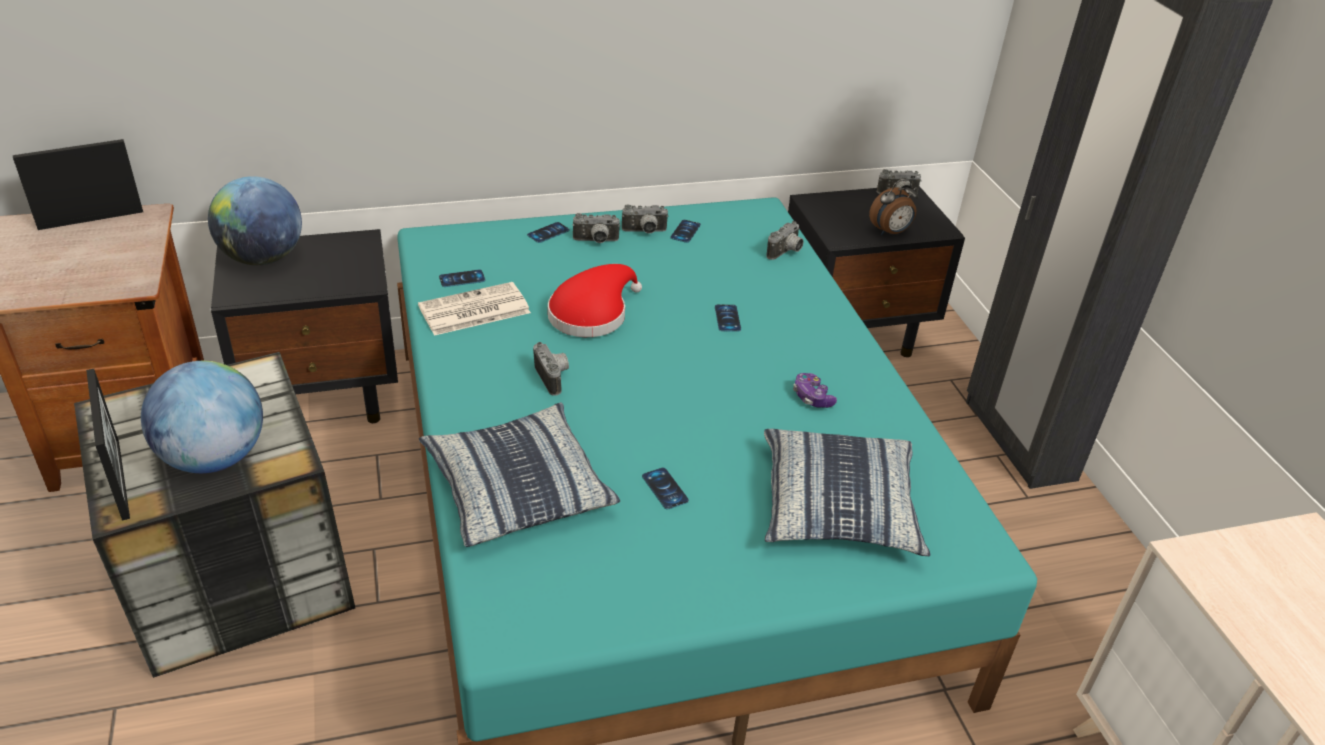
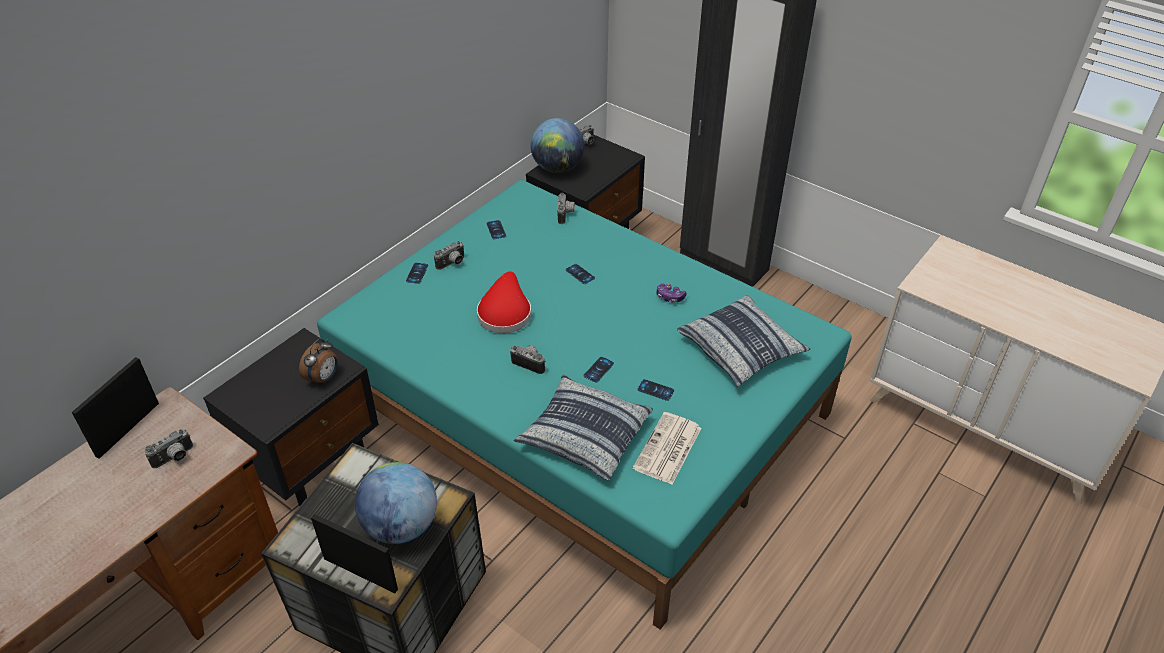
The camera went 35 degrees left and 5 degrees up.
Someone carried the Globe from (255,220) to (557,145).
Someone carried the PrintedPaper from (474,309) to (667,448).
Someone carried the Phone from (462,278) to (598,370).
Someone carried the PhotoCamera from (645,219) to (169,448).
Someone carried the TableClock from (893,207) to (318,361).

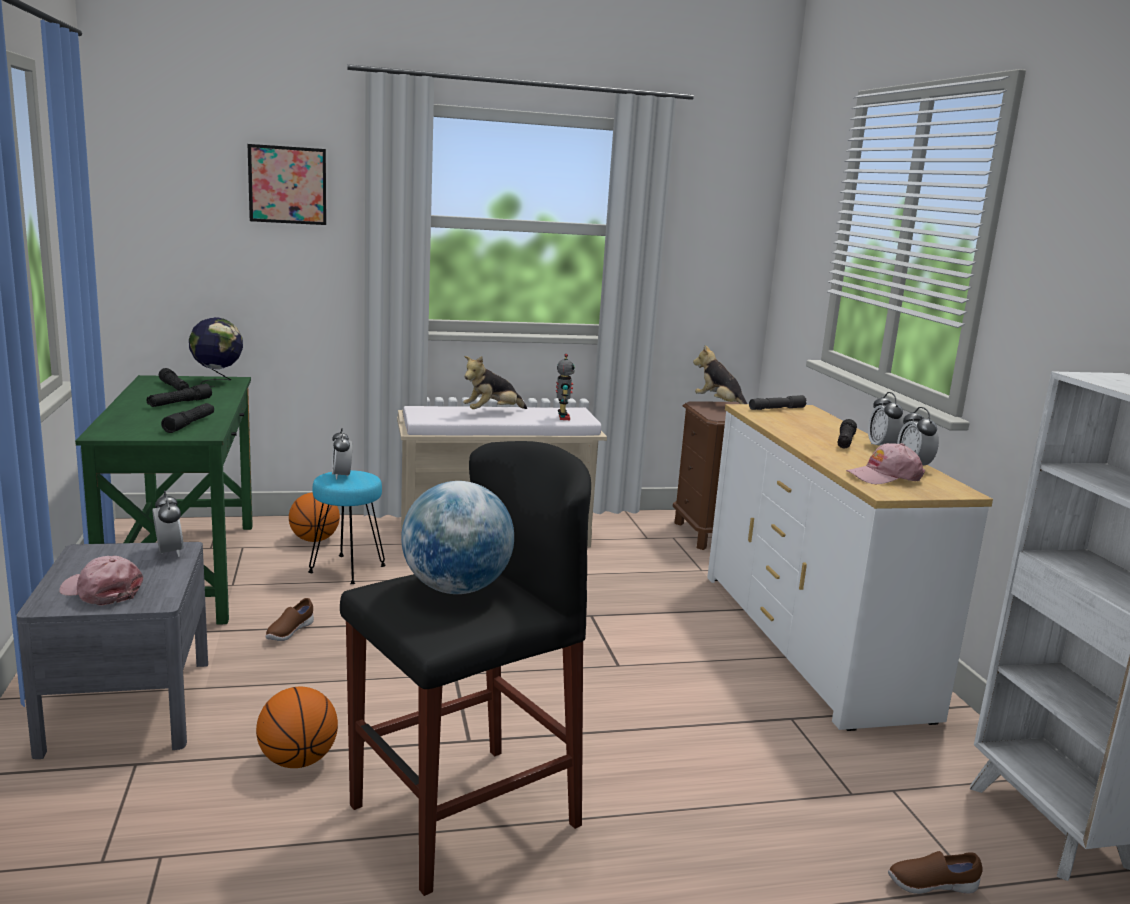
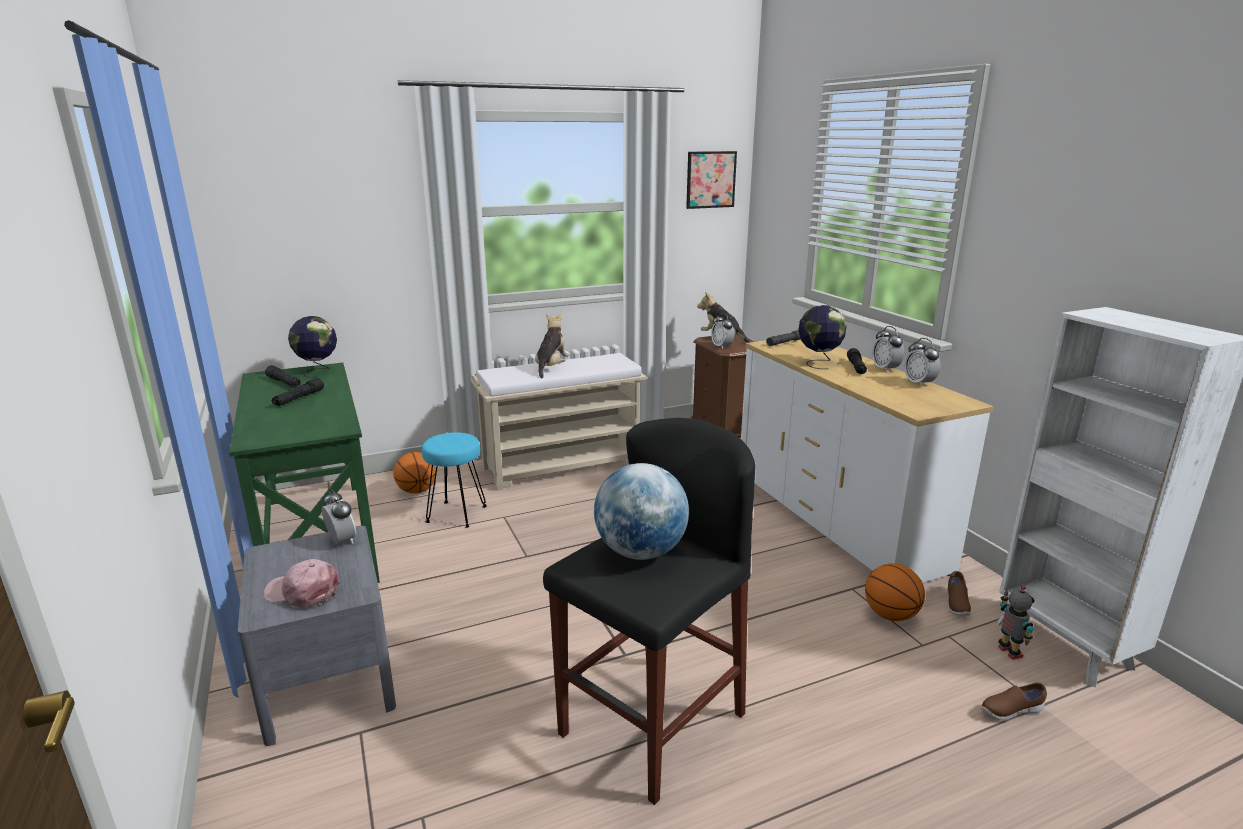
The camera went 10 degrees left and 5 degrees up.
Someone took away the BlackTorch at (187,418).
Someone carried the WallArt from (287,184) to (711,180).
Someone carried the Basketball from (297,727) to (895,592).
Someone carried the BrownLowShoe from (289,619) to (959,593).
Someone carried the TableClock from (342,454) to (722,331).
Someone rotated the PlushToy at (495,382) by 150 degrees clockwise.
Someone carried the ModelRobot from (565,387) to (1016,622).
Someone took away the PinkishCap at (885,464).
Someone put down the Globe at (822,337).

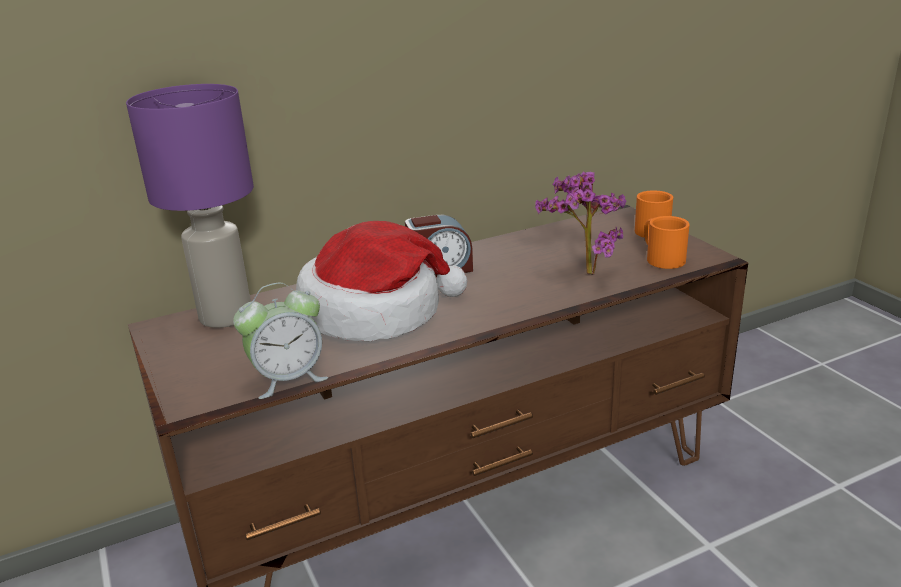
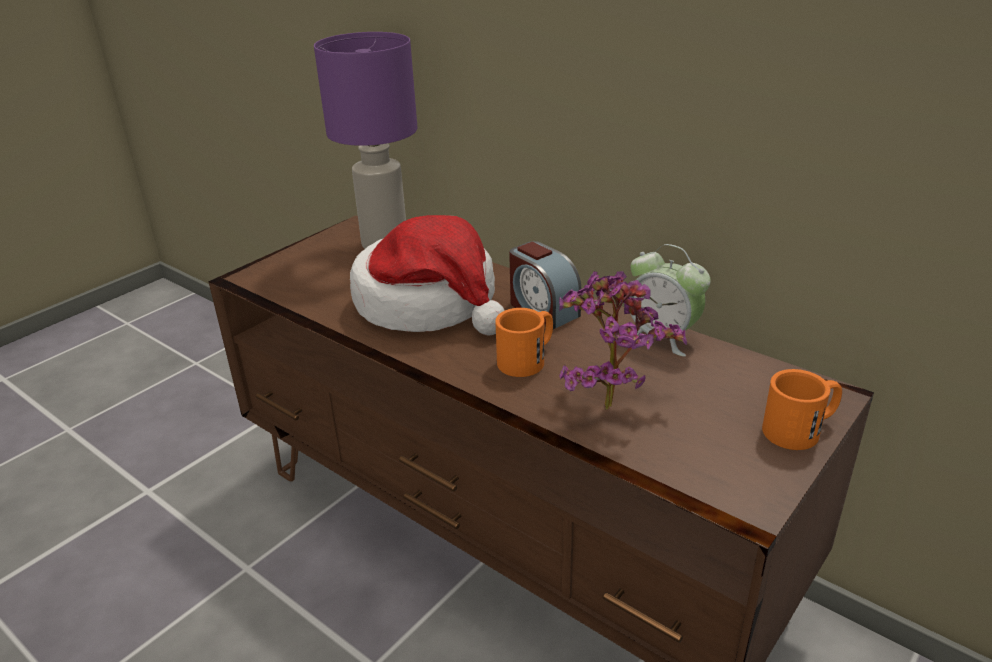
The camera went 65 degrees right and 5 degrees up.
Someone carried the TableClock from (280,340) to (670,300).
Someone carried the OrangeColouredTeaMug from (667,242) to (524,342).

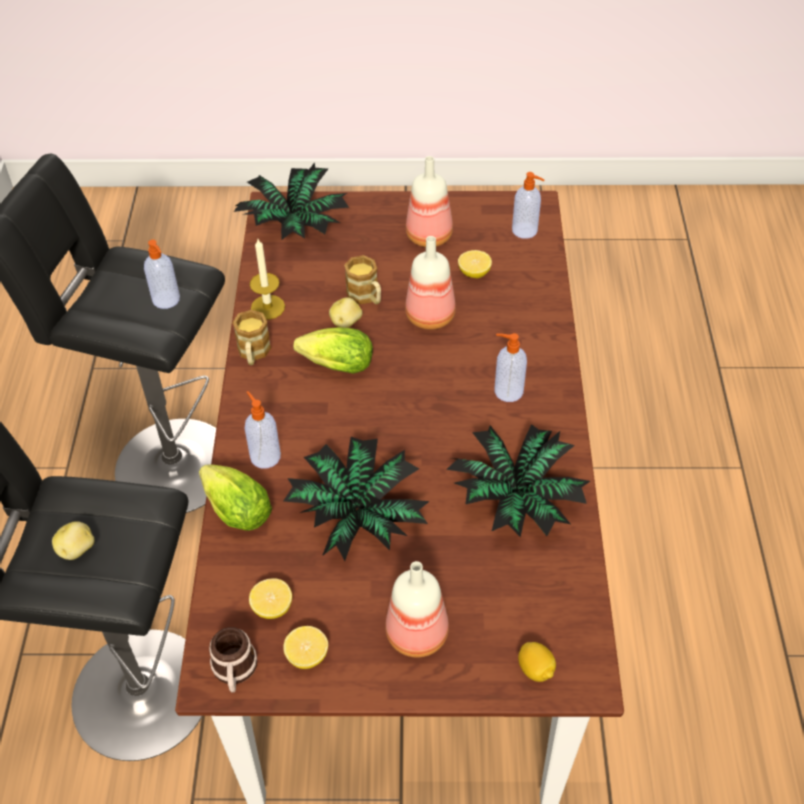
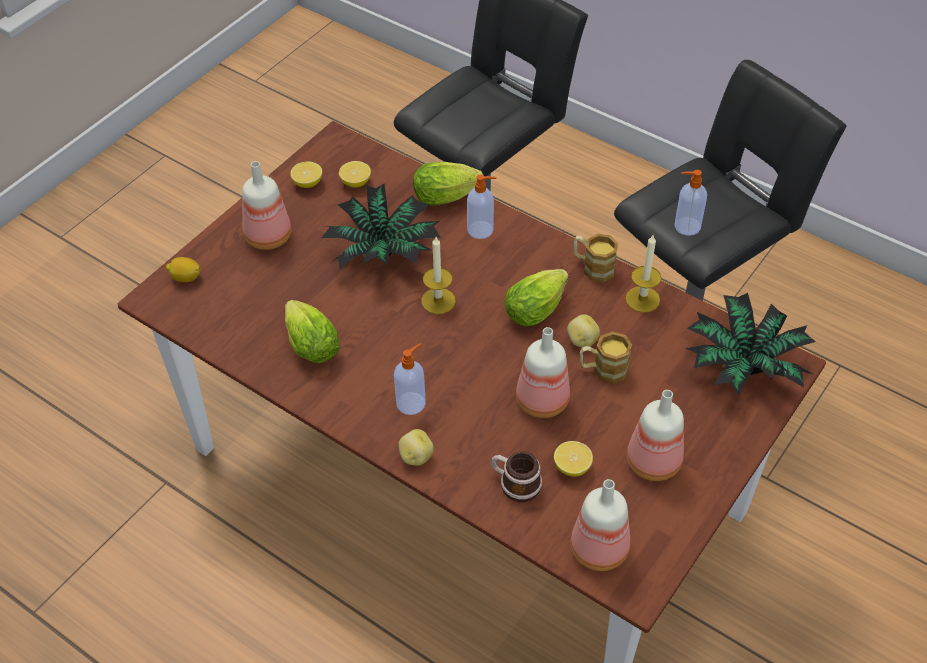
The camera went 125 degrees right and 0 degrees up.
Someone carried the Spud from (73,540) to (416,447).
Someone carried the TeaMug from (233,660) to (516,476).
Someone swapped the PottedPlant at (518,480) for the HeadOfLettuce at (312,331).
Someone swapped the SoapBottle at (528,205) for the DrinkBottle at (600,525).
Someone put down the Candle at (438,275).

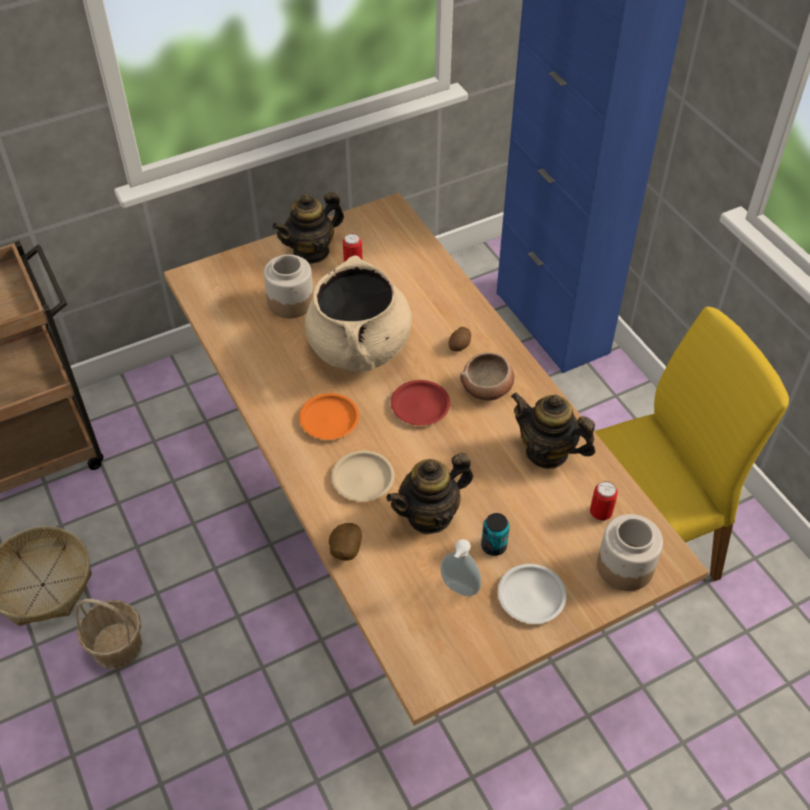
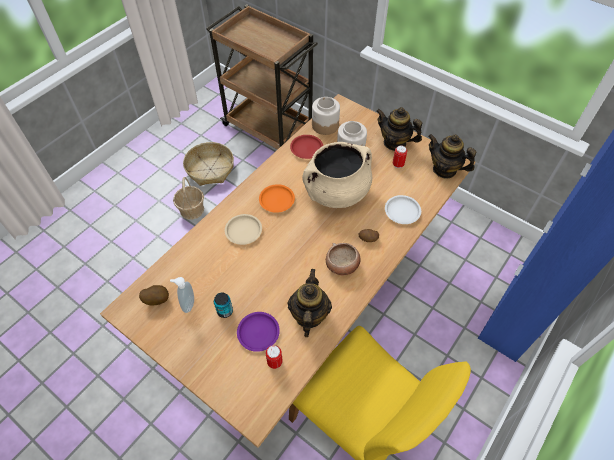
The camera went 65 degrees right and 5 degrees up.
Someone carried the Spud from (345,542) to (154,295).
Someone carried the PotForTea from (429,494) to (452,156).
Someone carried the RedColouredFlatDish from (420,403) to (306,147).
Someone carried the WhiteColouredFlatDish from (532,594) to (403,209).
Someone carried the Jar from (630,552) to (326,116).
Someone put down the PurpleColouredFlatDish at (258,332).

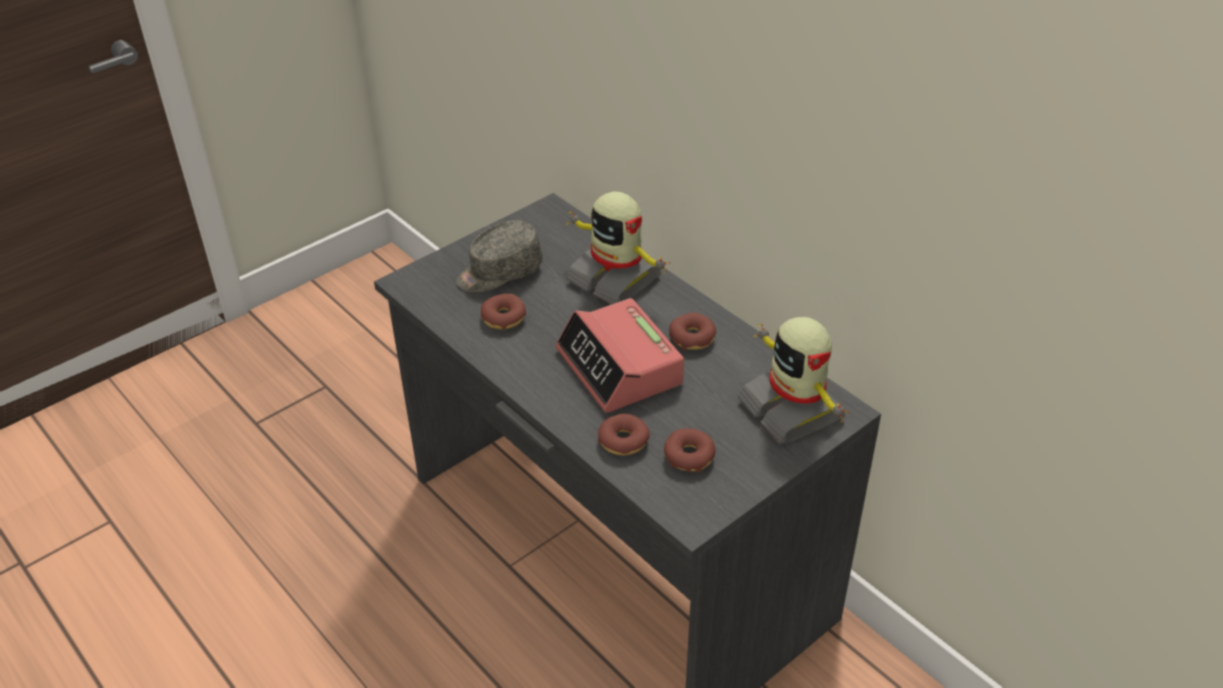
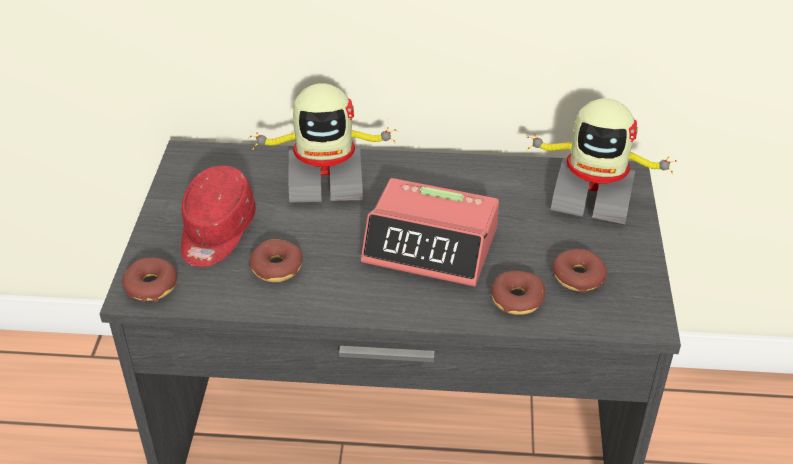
The camera went 45 degrees left and 0 degrees up.
Someone repainted the GreyishCap at (499,256), which became the RedColouredCap at (218,216).
Someone carried the Donut from (692,332) to (149,279).

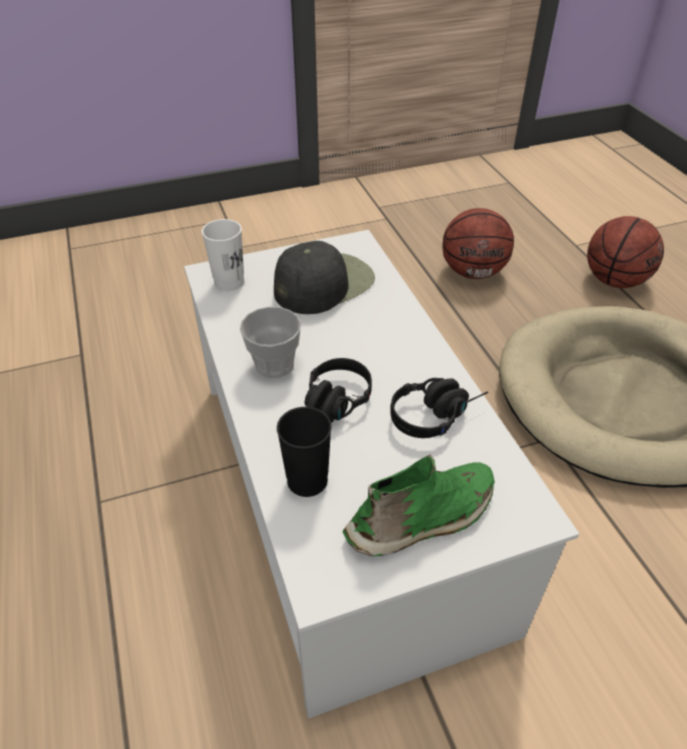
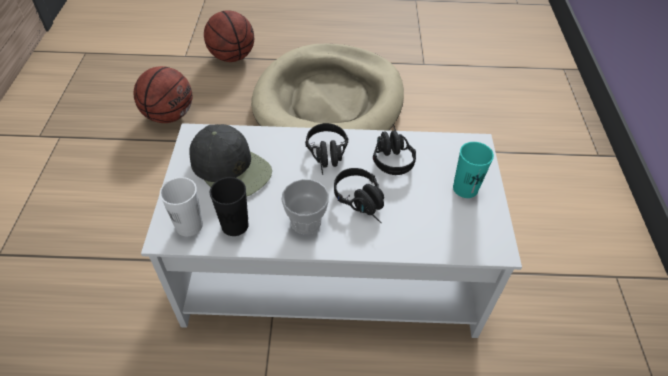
The camera went 70 degrees left and 5 degrees up.
Someone rotated the BlackCap at (324,277) by 150 degrees clockwise.
Someone carried the BlackCup from (304,452) to (229,206).
Someone swapped the GreenColouredLowShoe at (419,505) for the TurquoiseColouredCup at (473,170).
Someone put down the BlackHeadset at (326,149).

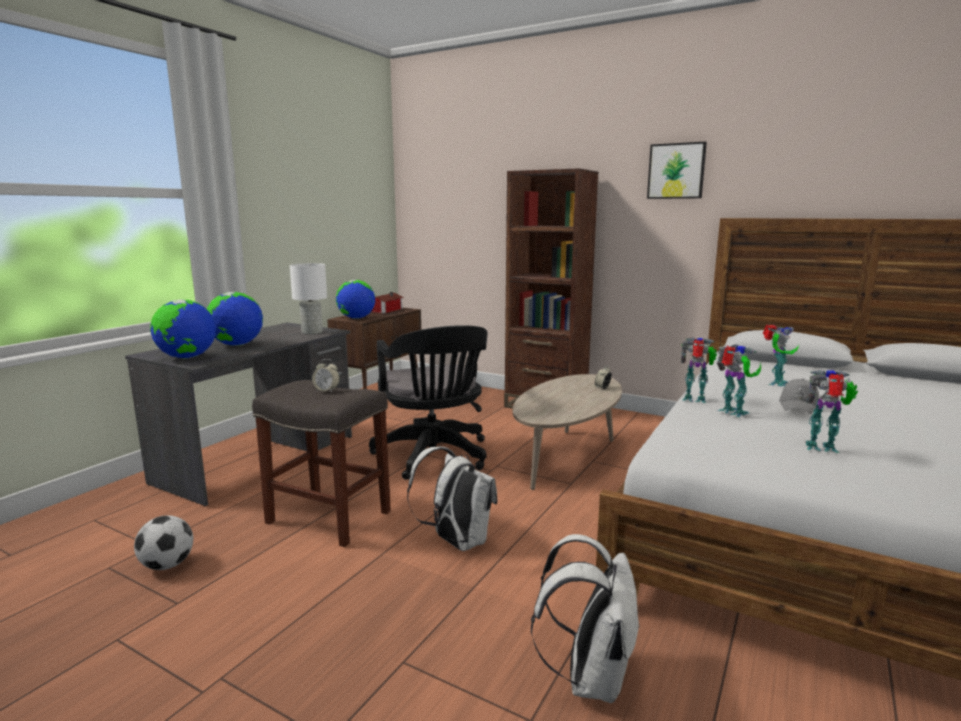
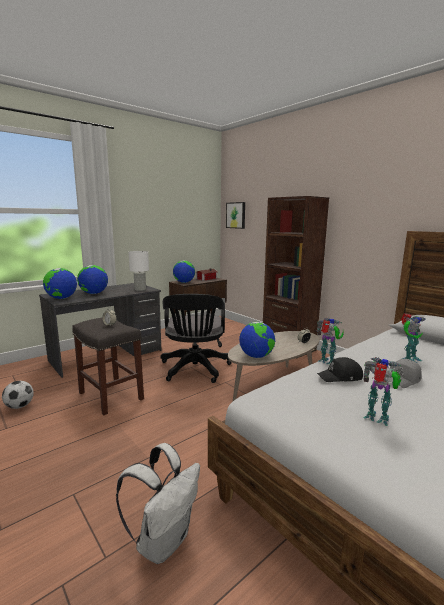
The camera went 20 degrees right and 0 degrees up.
Someone took away the WhiteColouredKnapsack at (452,499).
Someone carried the WallArt from (677,170) to (235,215).
Someone swapped the ModelRobot at (739,380) for the BlackCap at (340,369).
Someone put down the Globe at (257,340).

